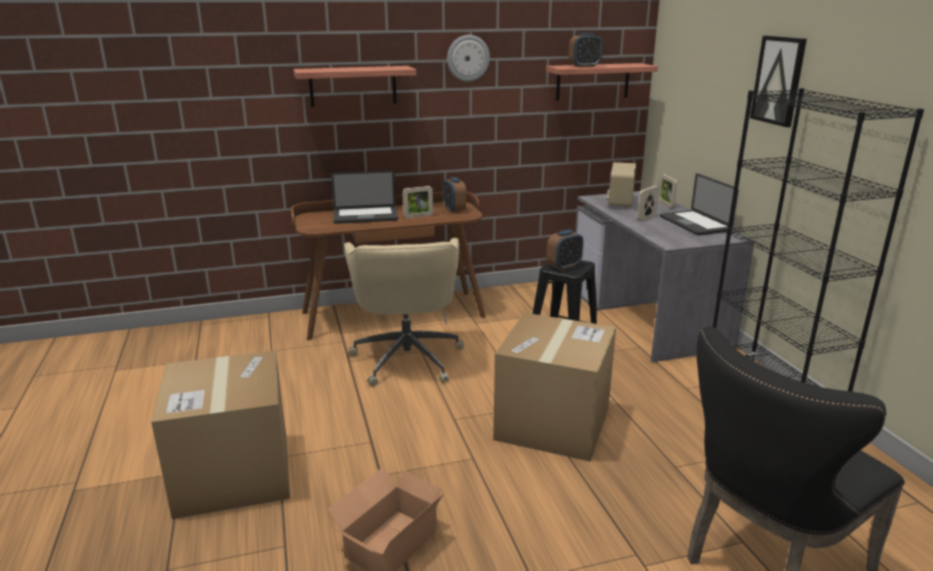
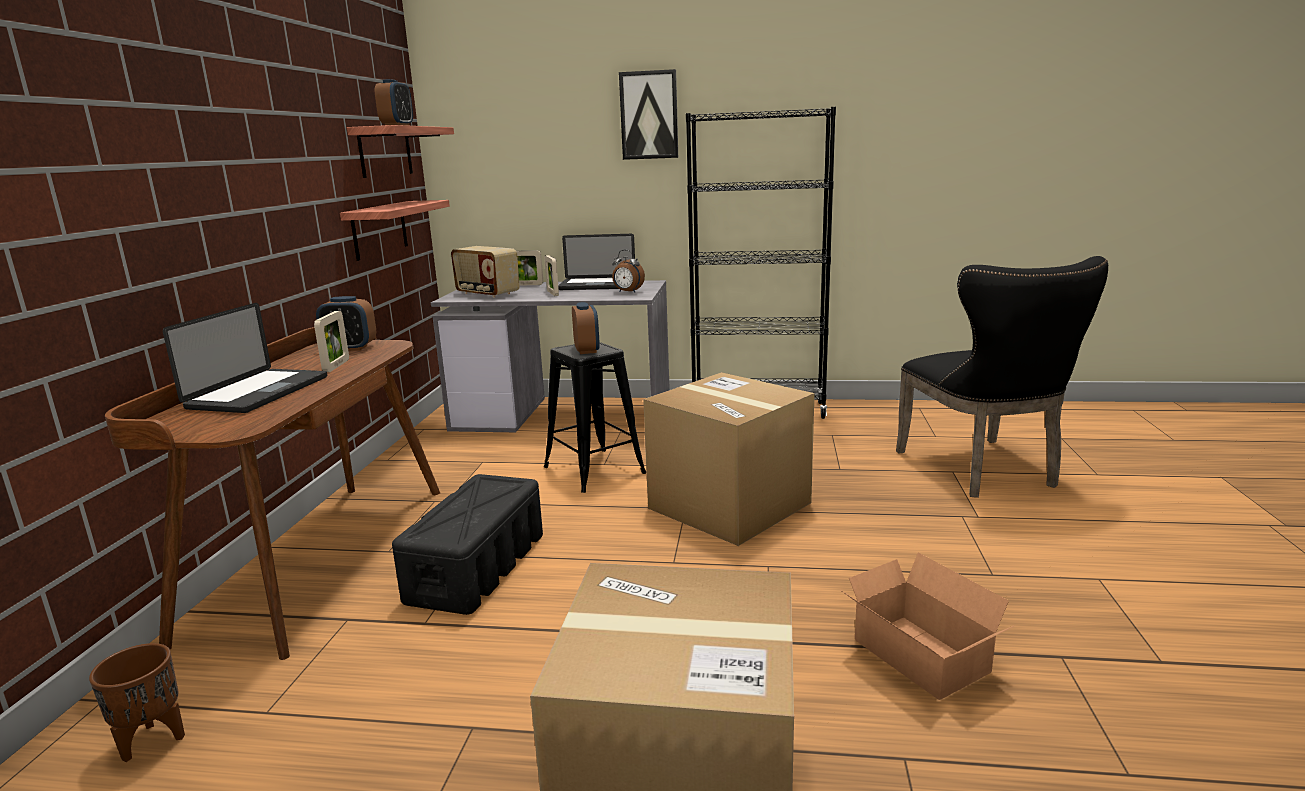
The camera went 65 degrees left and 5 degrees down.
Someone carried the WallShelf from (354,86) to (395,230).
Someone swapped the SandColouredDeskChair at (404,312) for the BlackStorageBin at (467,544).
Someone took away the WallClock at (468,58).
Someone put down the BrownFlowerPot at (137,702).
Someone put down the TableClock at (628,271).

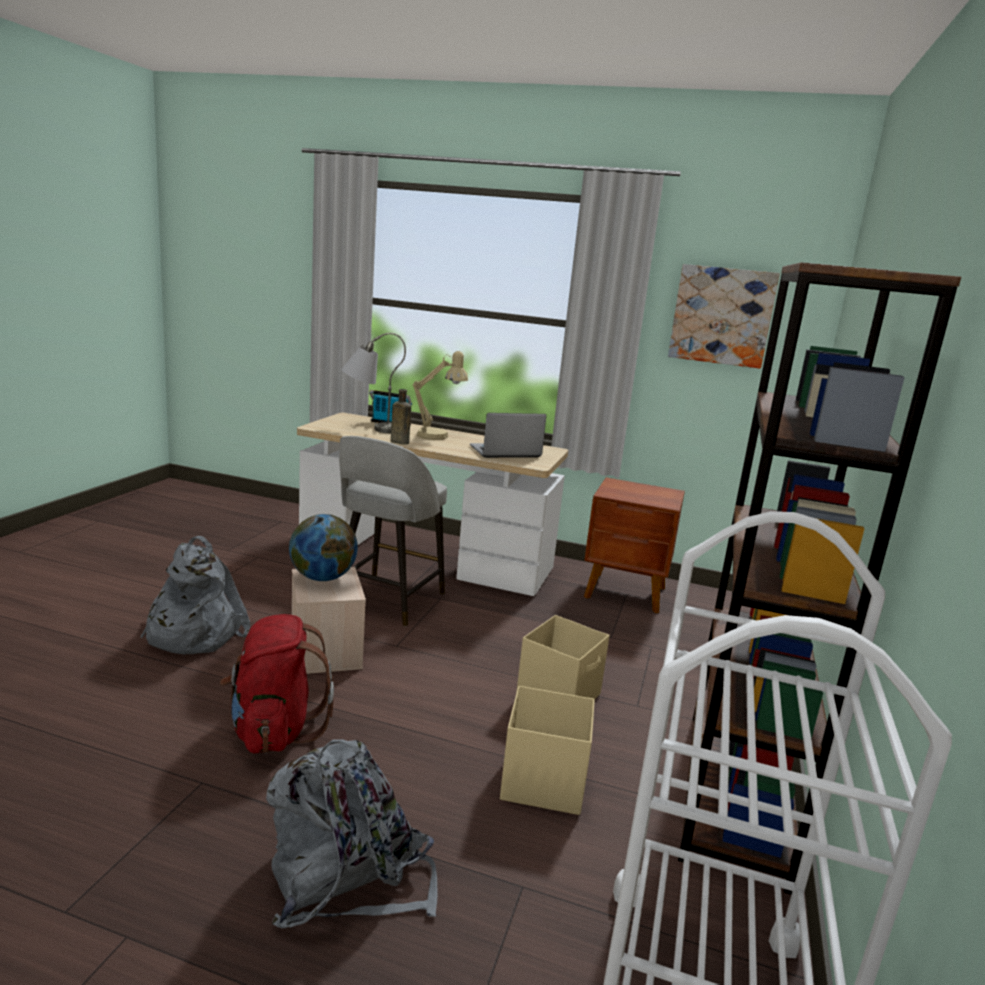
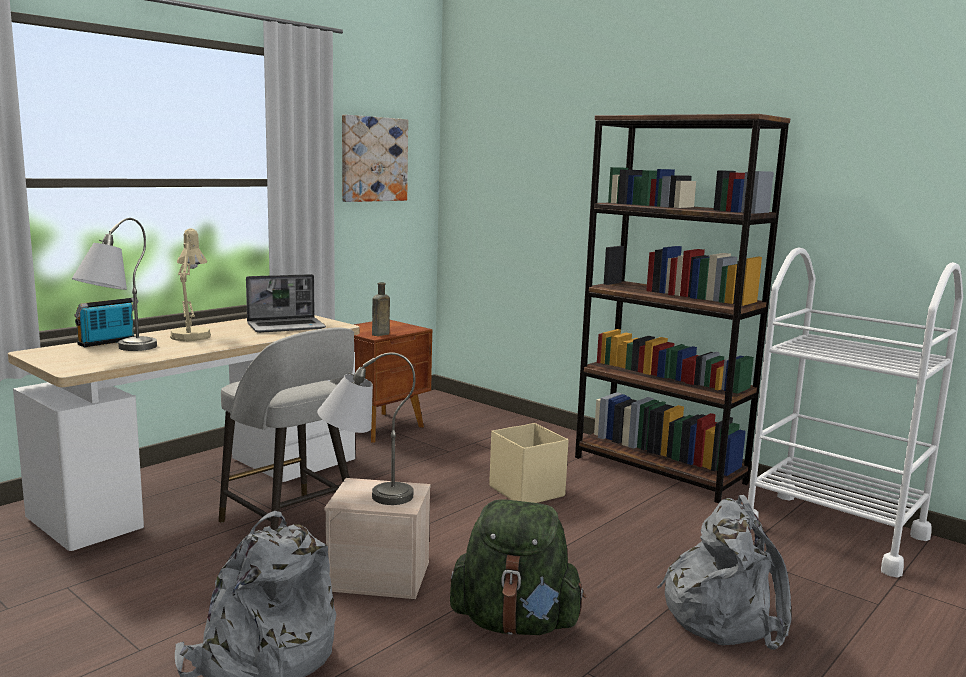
The camera went 65 degrees left and 5 degrees down.
Someone repainted the RedColouredKnapsack at (277,683), which became the GreenColouredKnapsack at (518,567).
Someone swapped the Globe at (323,547) for the GreyishTableLamp at (366,428).
Someone carried the BrownDrinkBottle from (401,417) to (381,309).
Someone rotated the PortableComputer at (508,435) by 120 degrees counterclockwise.
Someone took away the SandColouredStorageBin at (547,750).

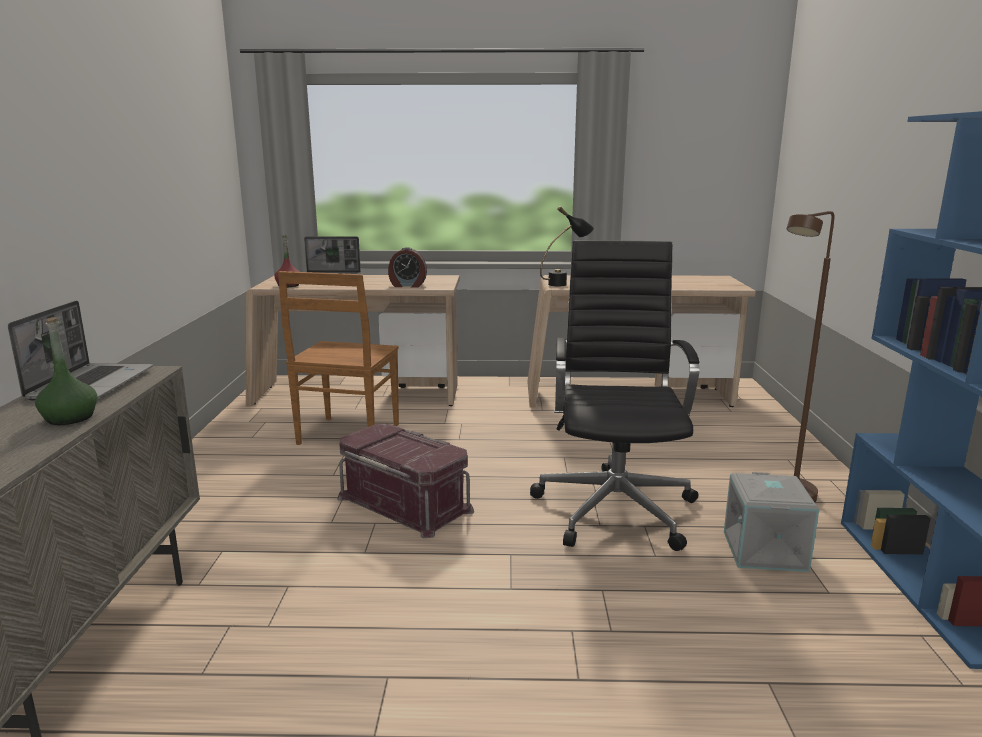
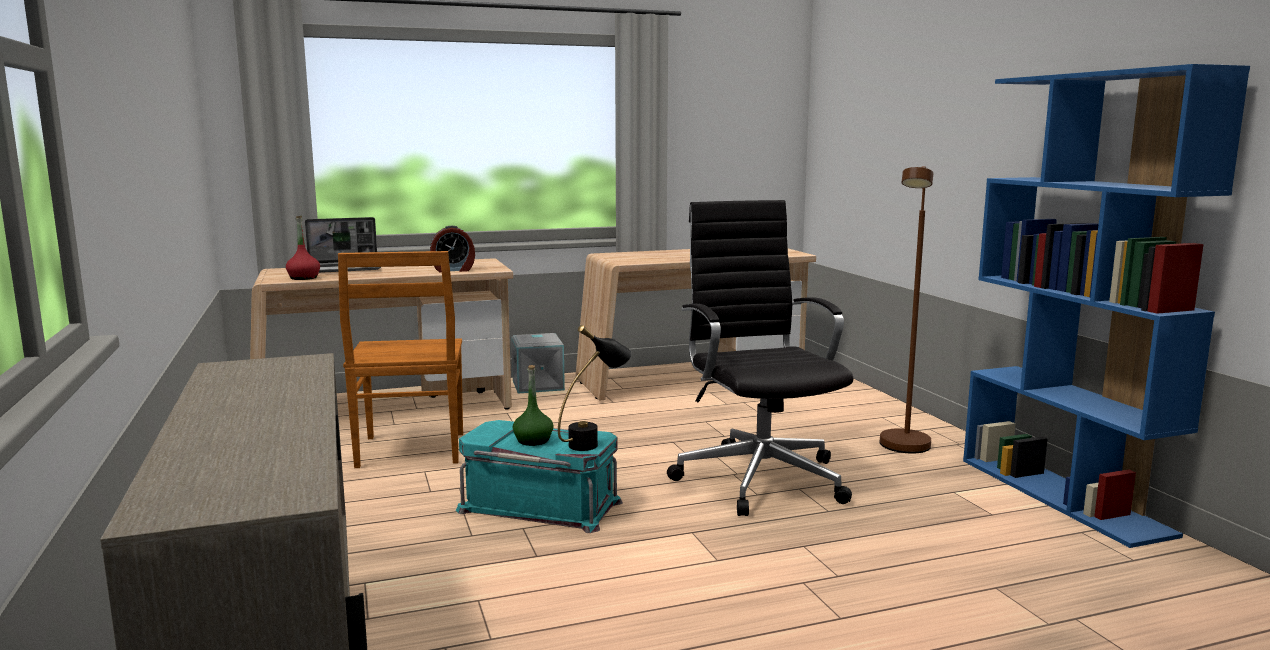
The camera went 20 degrees left and 5 degrees down.
Someone took away the PortableComputer at (80,351).
Someone carried the GreenColouredDrinkBottle from (66,371) to (533,405).
Someone repainted the RedColouredStorageBin at (405,481), which became the TurquoiseColouredStorageBin at (539,476).
Someone carried the BlackTableLamp from (567,246) to (595,388).
Someone carried the GreyishStorageBin from (771,522) to (538,363).

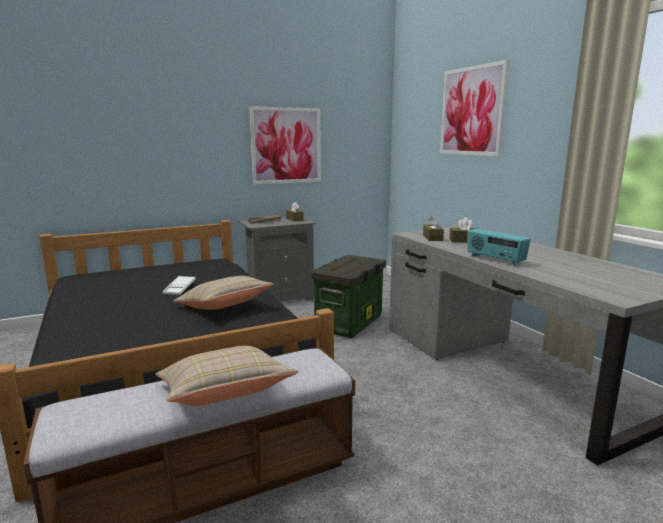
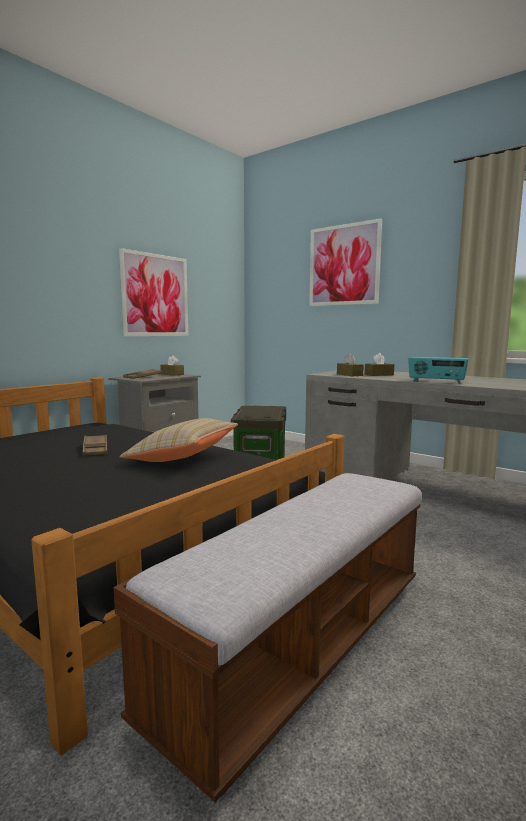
The camera went 25 degrees left and 5 degrees down.
Someone took away the SandColouredCushion at (227,376).
Someone repainted the WhiteColouredTray at (179,285), which became the BrownTray at (94,445).

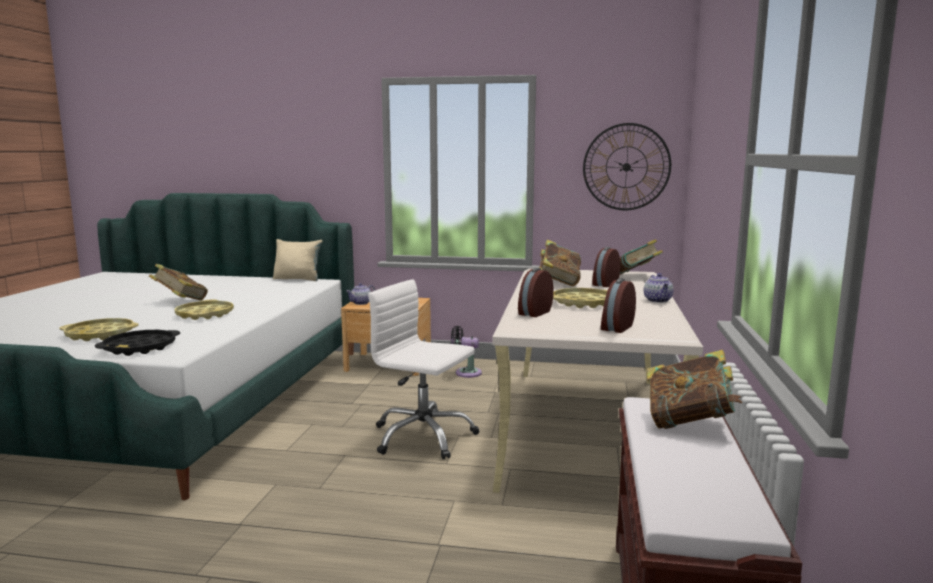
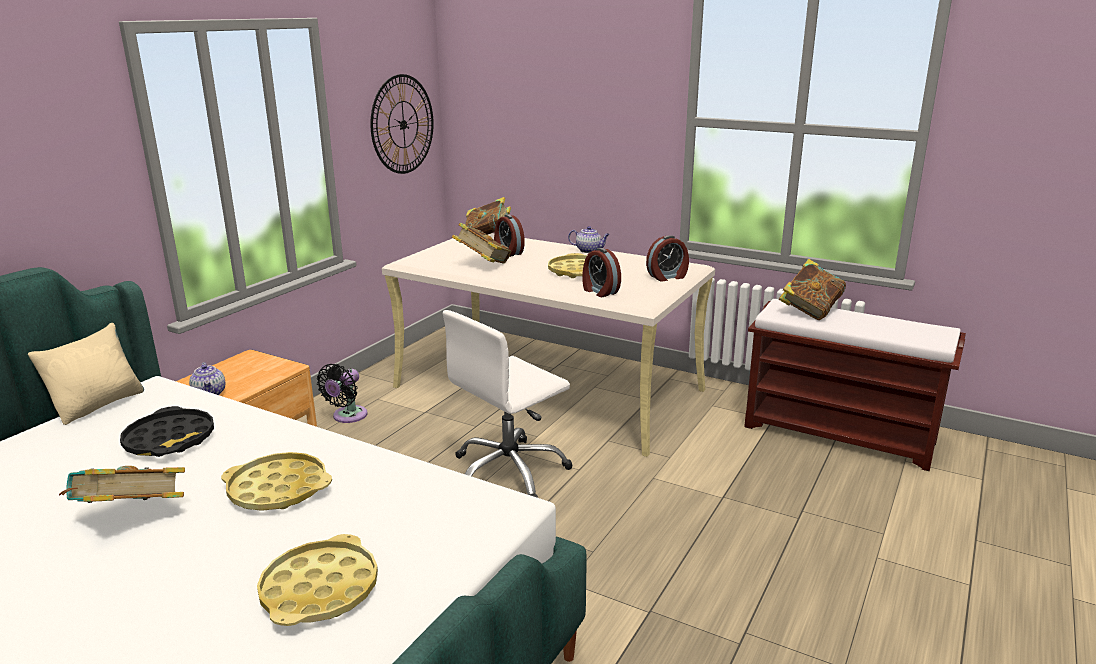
The camera went 70 degrees left and 10 degrees up.
Someone carried the BlackTray from (137,343) to (167,431).
Someone rotated the TableClock at (618,305) by 75 degrees counterclockwise.

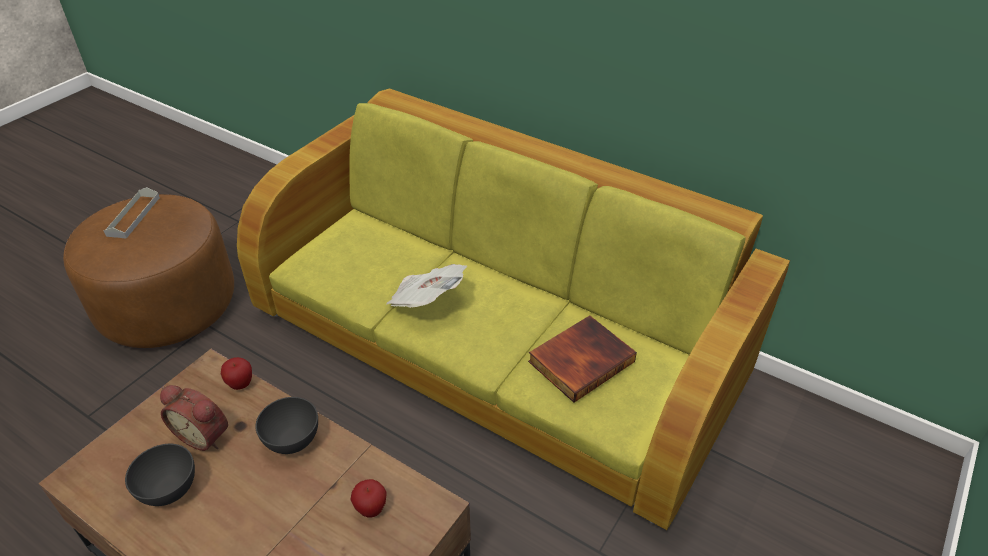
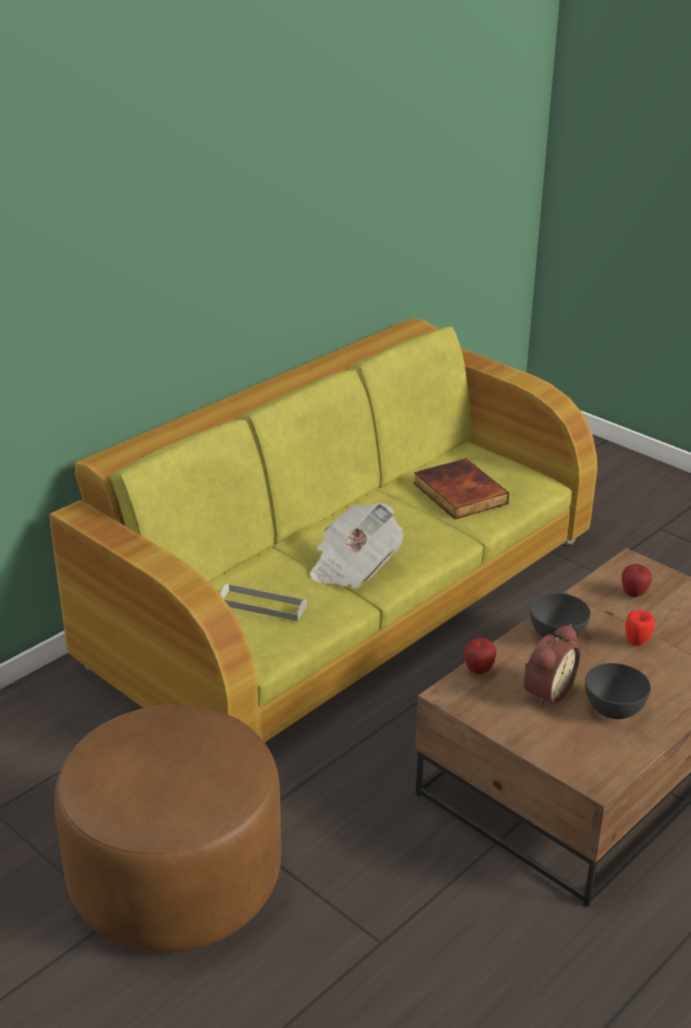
The camera went 80 degrees left and 10 degrees down.
Someone carried the GreyishTray from (132,213) to (263,602).
Someone put down the Apple at (640,628).

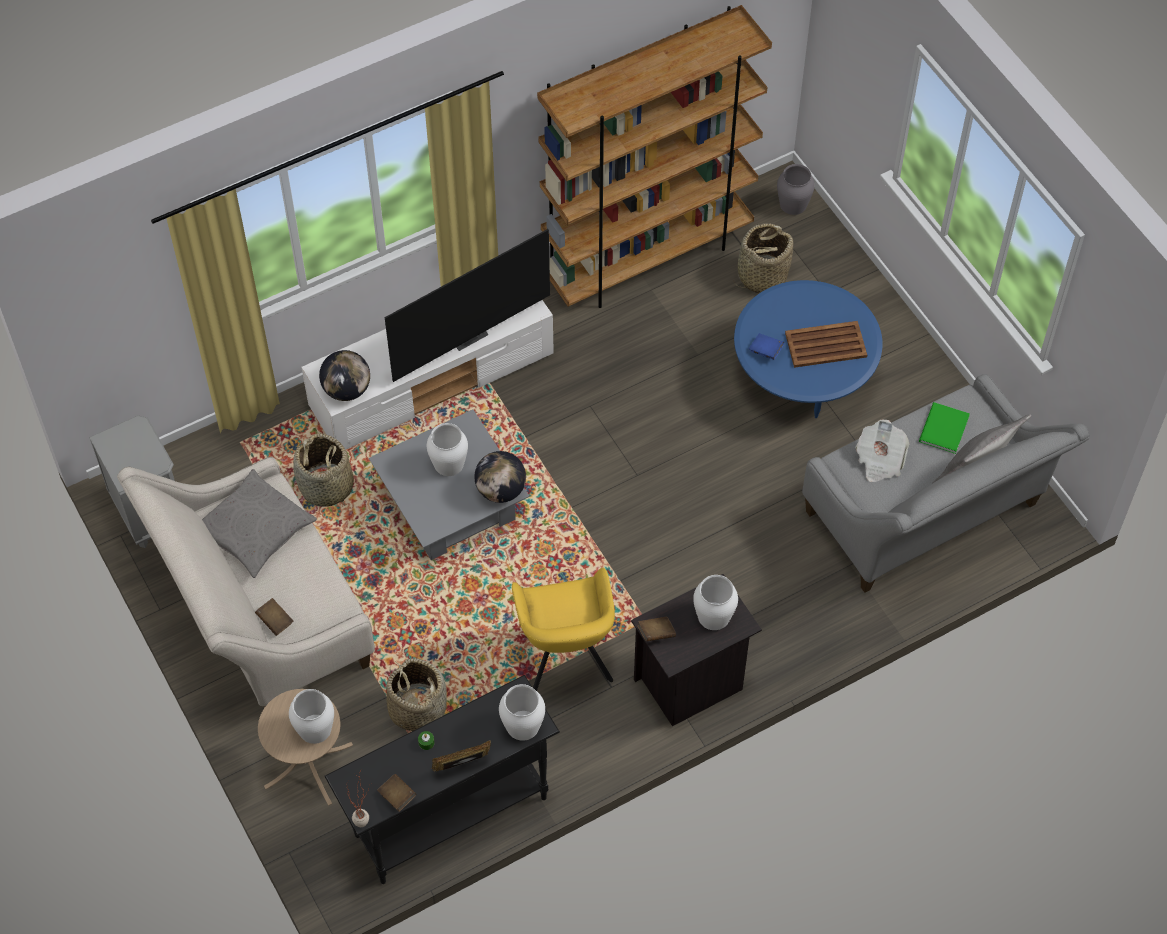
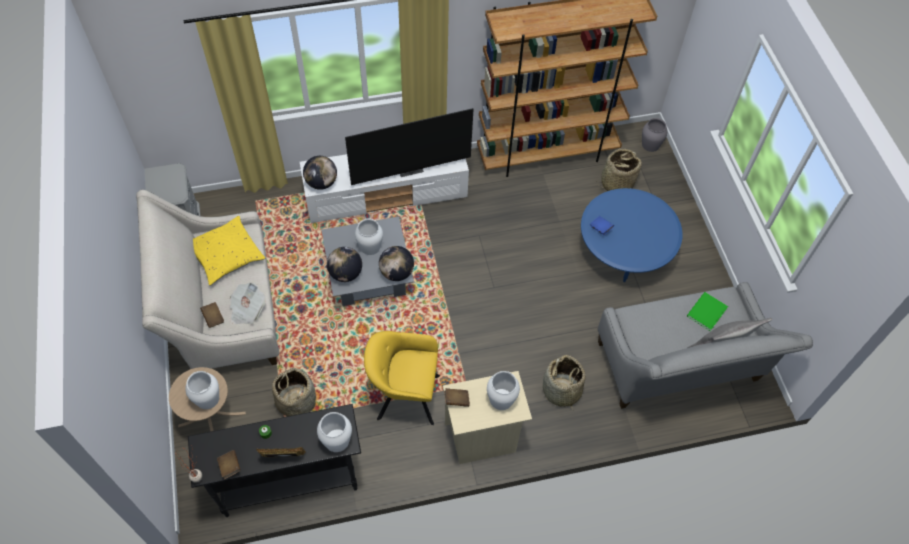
The camera went 15 degrees right and 0 degrees up.
Someone repainted the GreyishCushion at (259,523), which became the YellowishCushion at (229,251).
Someone carried the HouseholdBasket from (323,470) to (564,382).
Someone rotated the YellowishEasyChair at (563,629) by 90 degrees clockwise.
Someone repainted the BlackBedsideTable at (696,650), which became the SandColouredBedsideTable at (487,417).
Someone took away the BrownTray at (826,344).
Someone carried the PrintedPaper from (882,451) to (247,303).
Someone put down the Globe at (344,264).

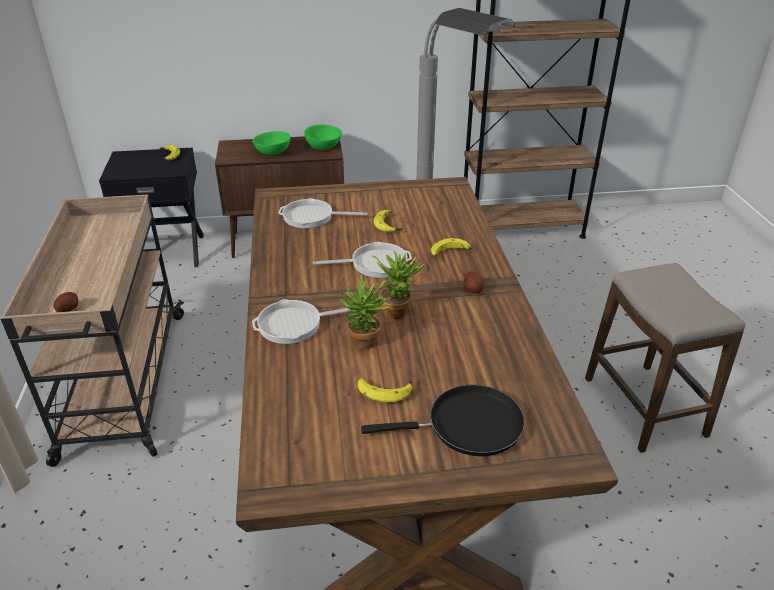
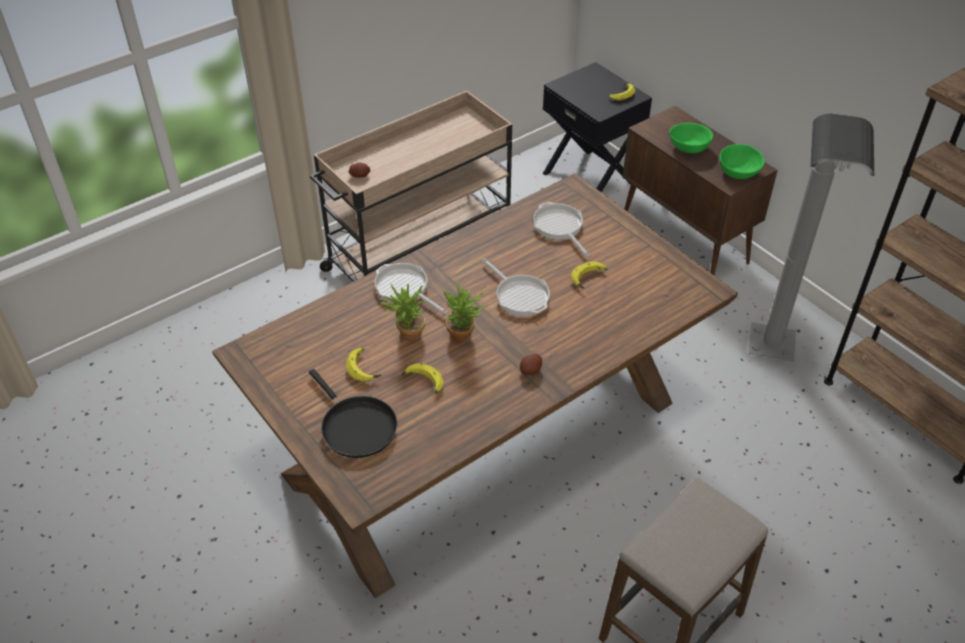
The camera went 60 degrees right and 10 degrees up.
Someone carried the Banana from (451,249) to (422,378).

